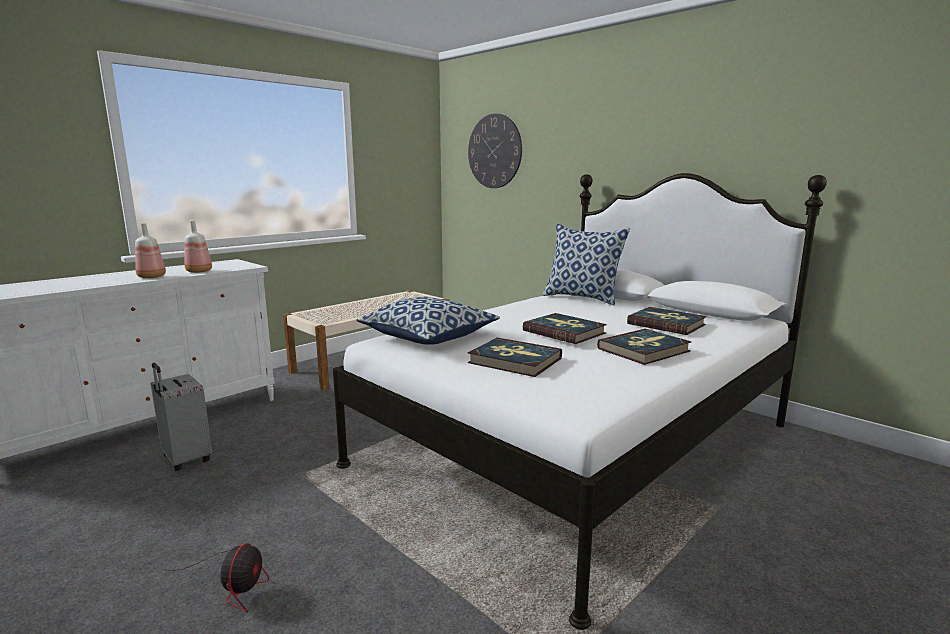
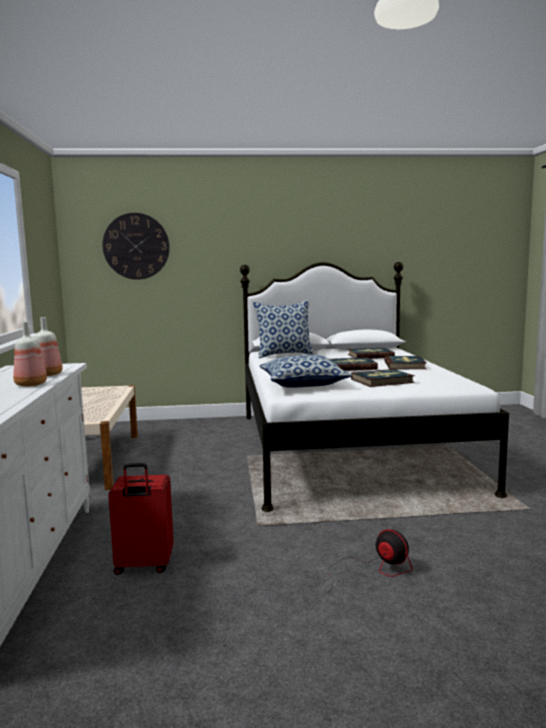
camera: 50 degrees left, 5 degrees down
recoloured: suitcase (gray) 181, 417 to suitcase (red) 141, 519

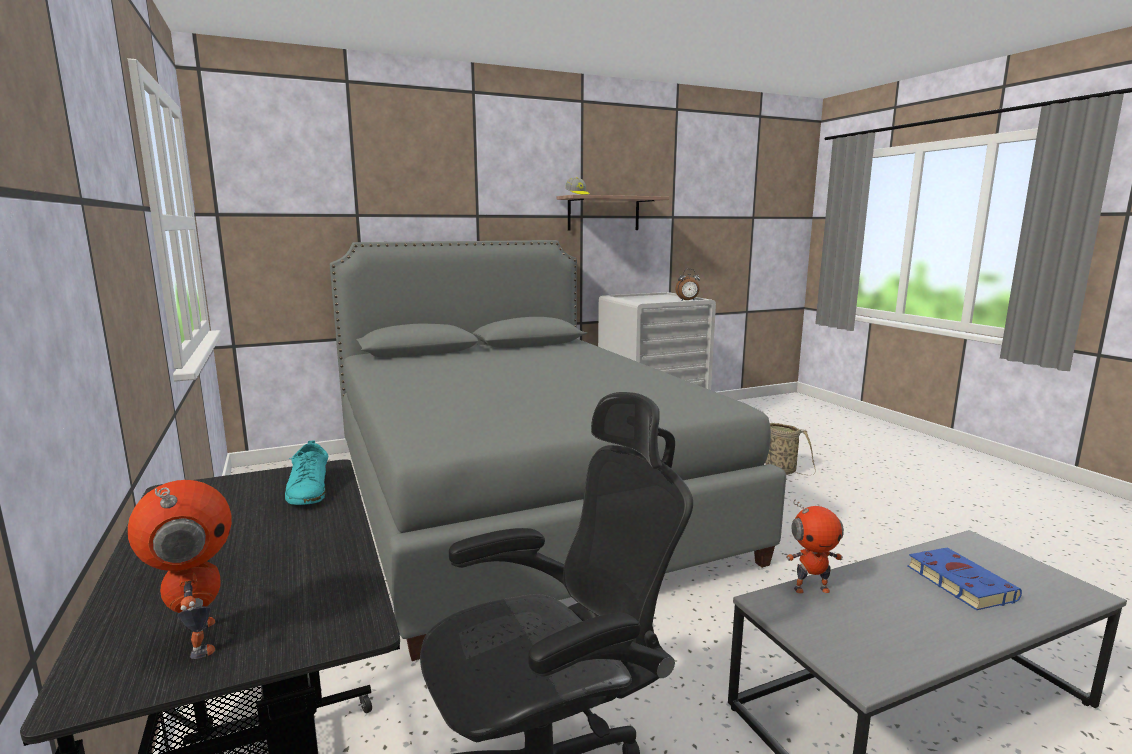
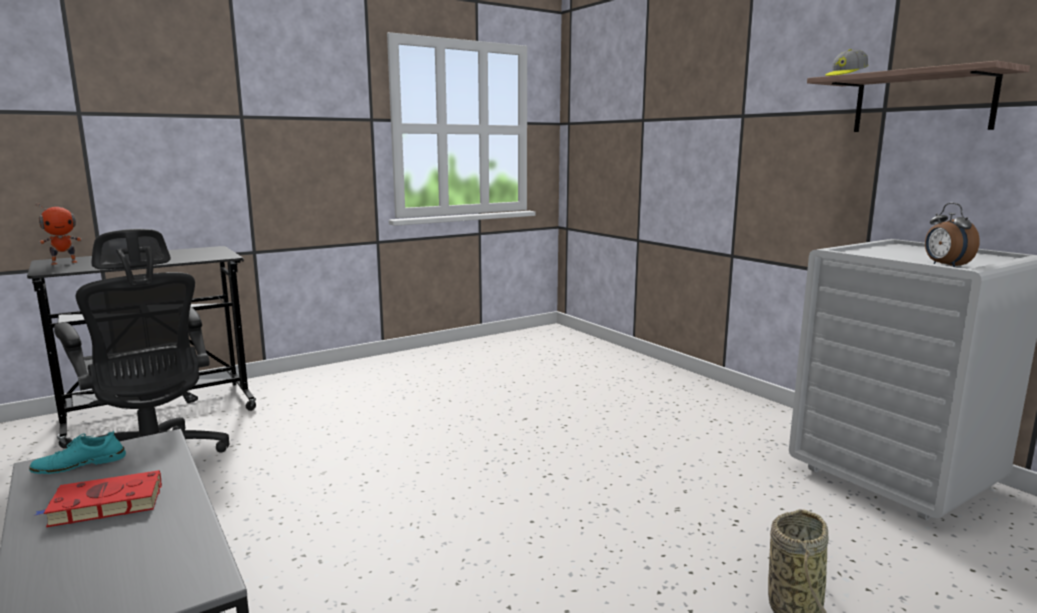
camera: 80 degrees right, 0 degrees up
removed: bedroom bed (gray) 558, 450; robot figure 815, 546; bound book (blue-coloured) 964, 579
added: bound book (red) 97, 498
moved: shoe (turquoise) 306, 472 to 77, 452

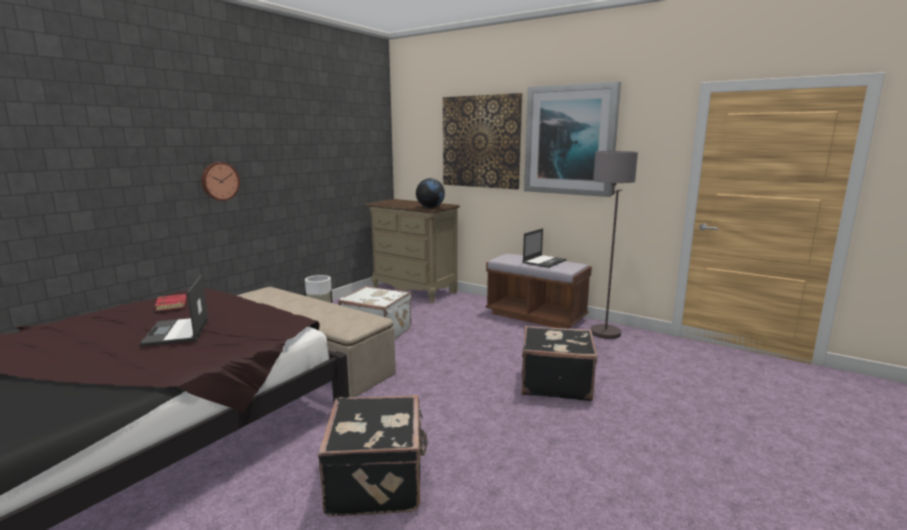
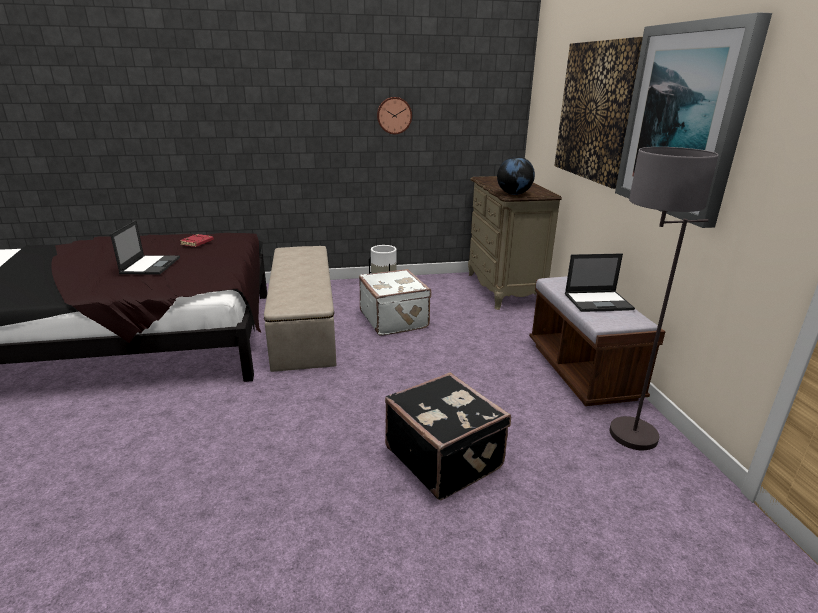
camera: 45 degrees right, 10 degrees up
removed: suitcase (blackish) 373, 455
moved: clock on the wall 220, 181 to 394, 115
turned: portable computer 174, 310 = 145, 247 150 degrees clockwise

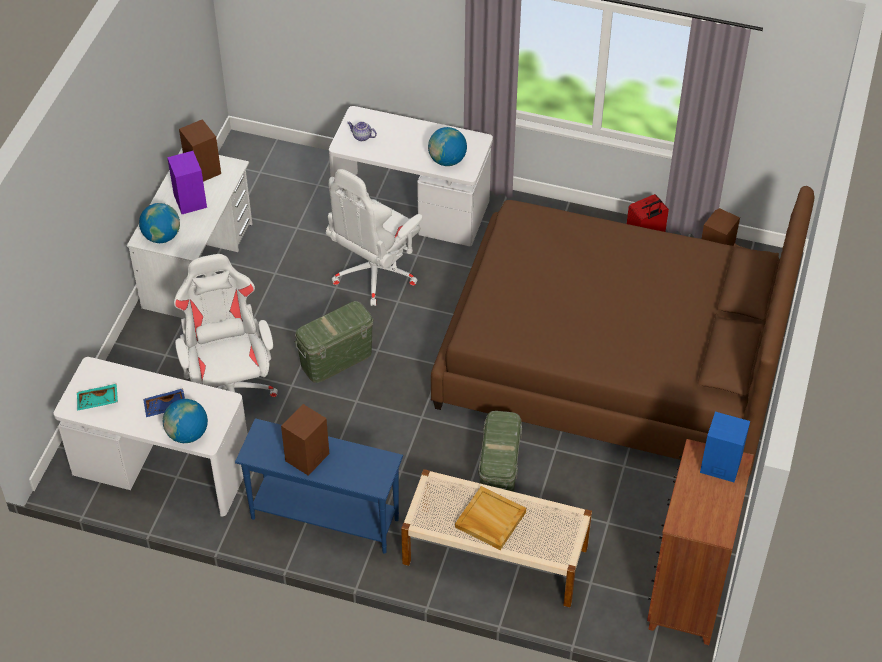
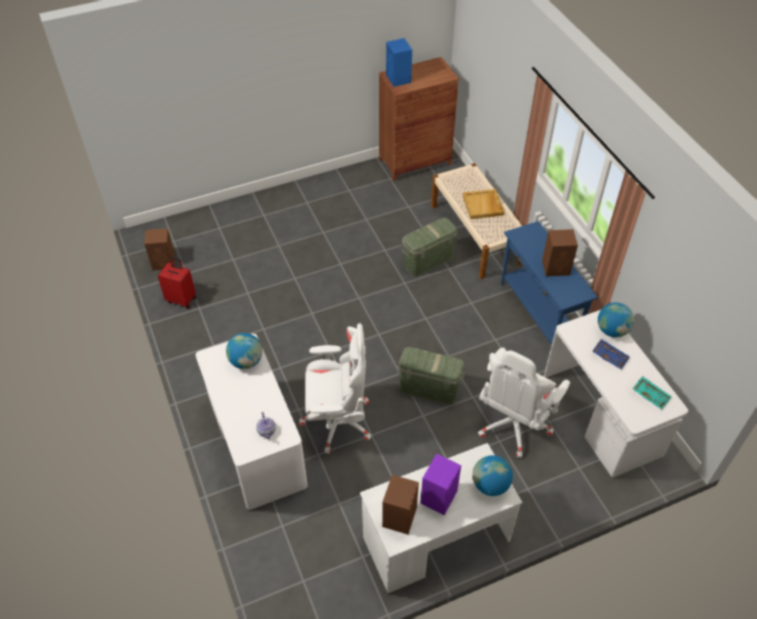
camera: 130 degrees left, 0 degrees up
removed: bedroom bed (brown-coloured) 623, 331

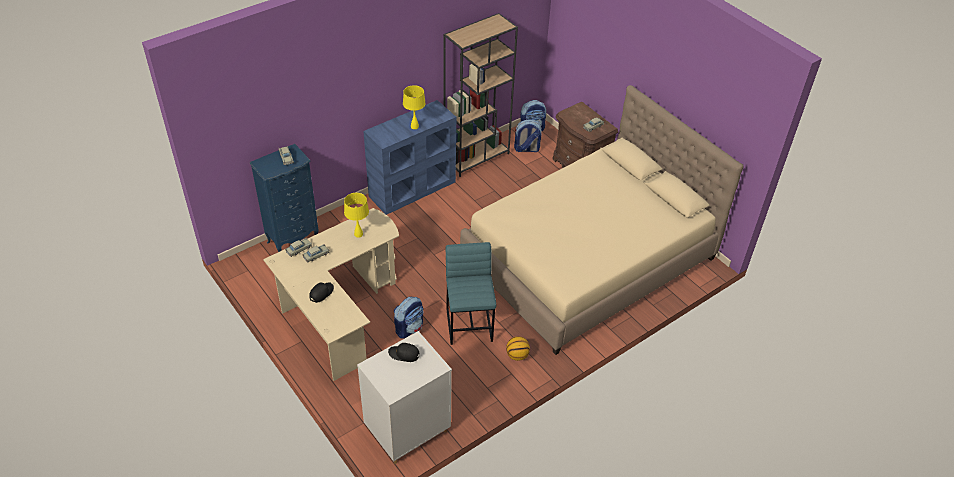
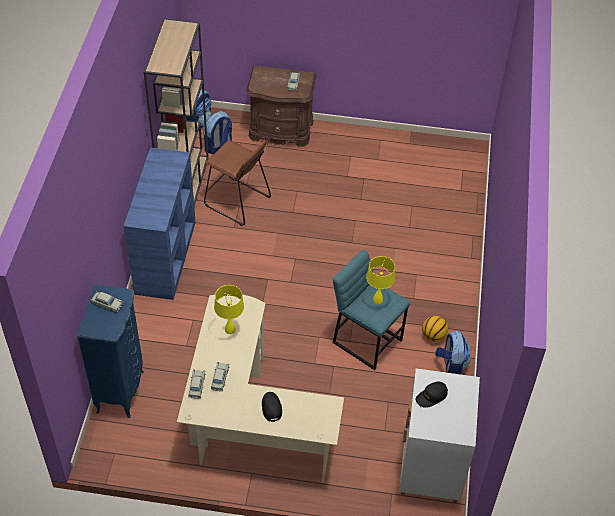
camera: 45 degrees left, 5 degrees up
removed: bedroom bed (beige-coloured) 602, 220
added: sitting stool (brown-coloured) 237, 183
moved: table lamp (yellow) 414, 107 to 380, 280; backpack 409, 318 to 453, 352

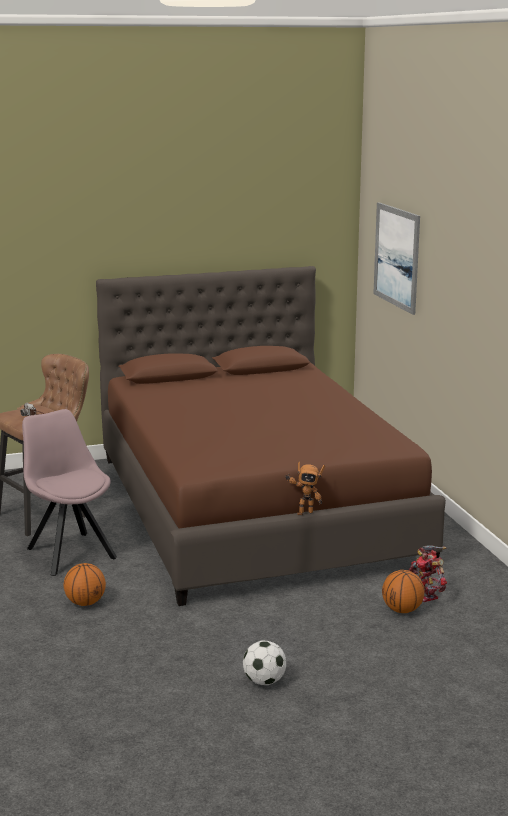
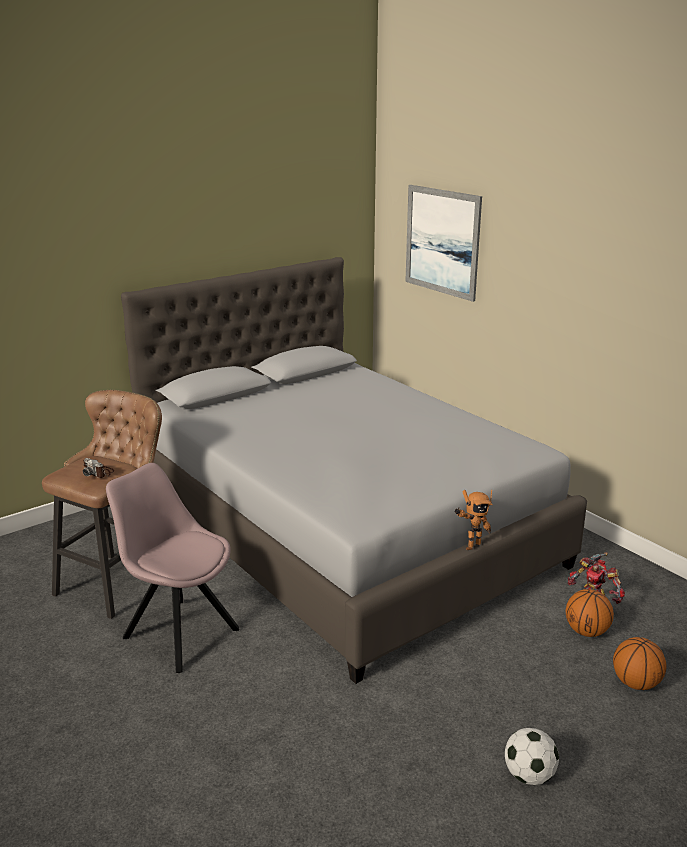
camera: 20 degrees left, 5 degrees up
moved: basketball ball 85, 584 to 640, 663
recoloured: bedroom bed (brown-coloured) 271, 436 to bedroom bed (gray) 354, 470

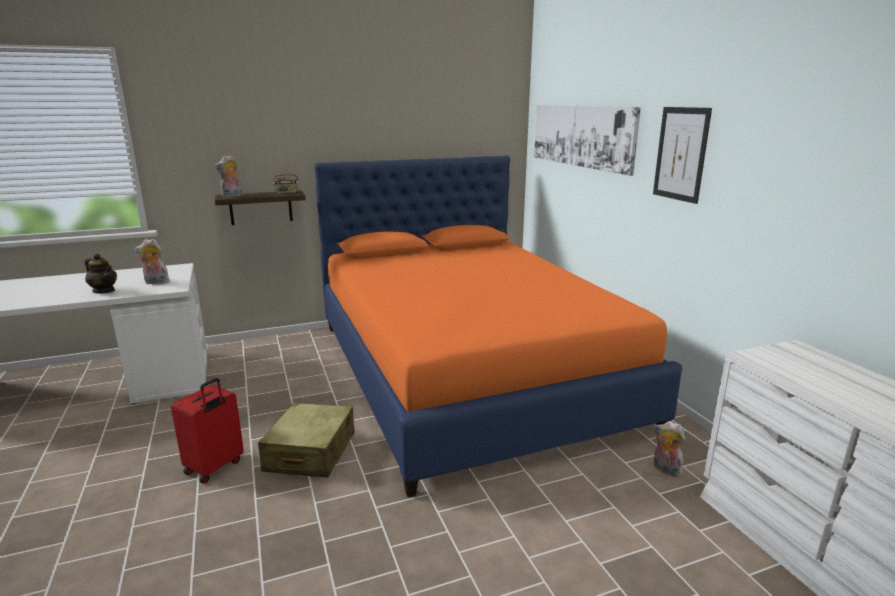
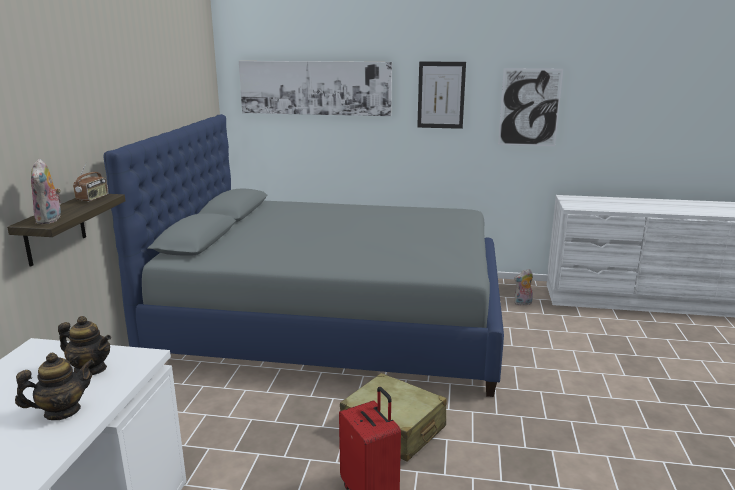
camera: 60 degrees left, 0 degrees up
added: picture 530, 107
replaced: cuddly toy 152, 261 to tea pot 84, 345
recoloured: bedroom bed (orangey) 498, 326 to bedroom bed (gray) 303, 255

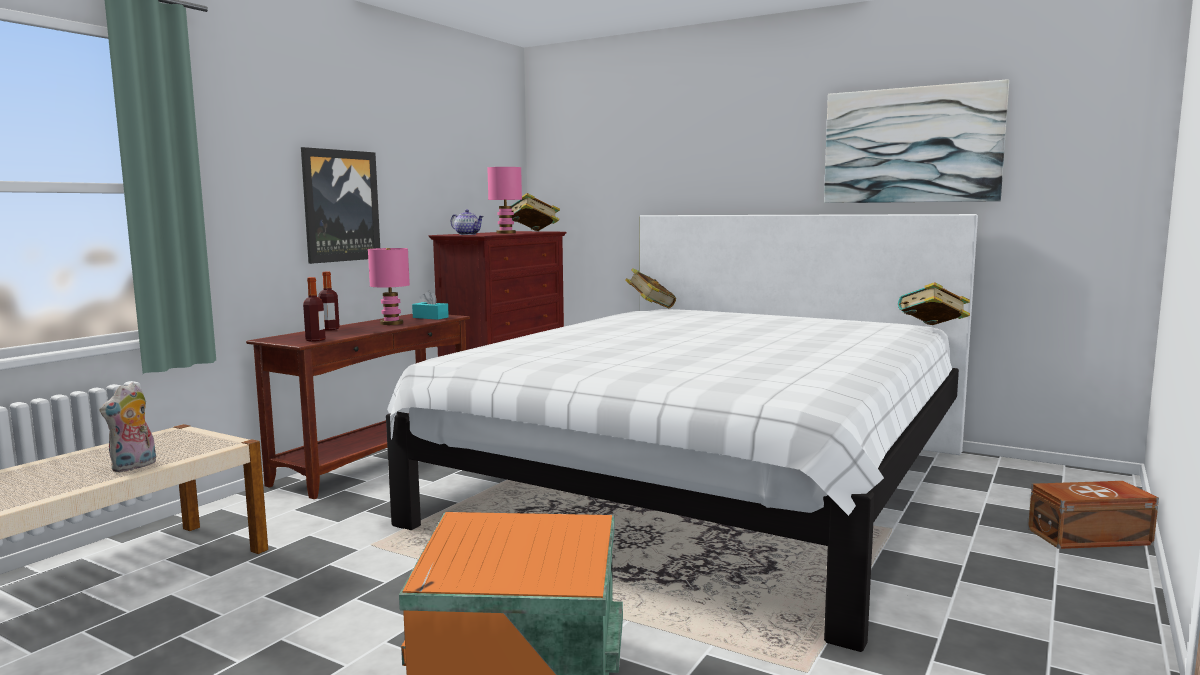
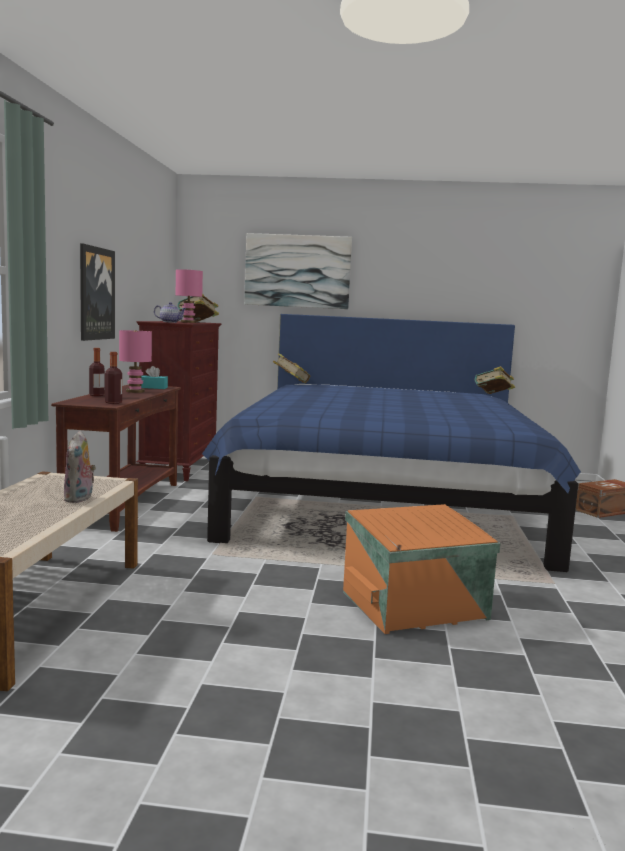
camera: 25 degrees left, 0 degrees up
moved: picture 916, 141 to 298, 271
recoloured: bedroom bed (white-coloured) 682, 433 to bedroom bed (blue-coloured) 391, 443

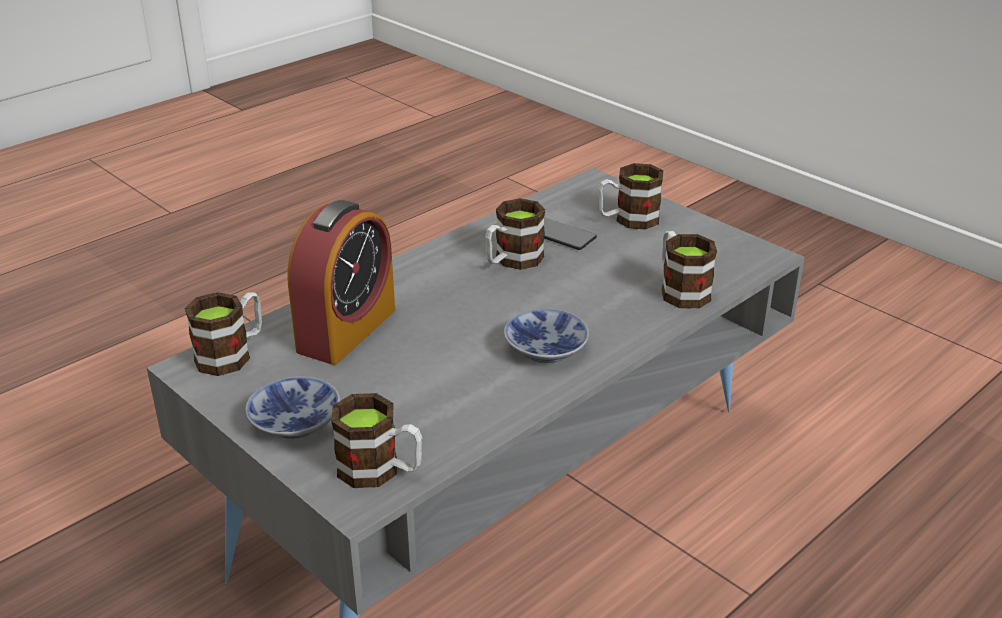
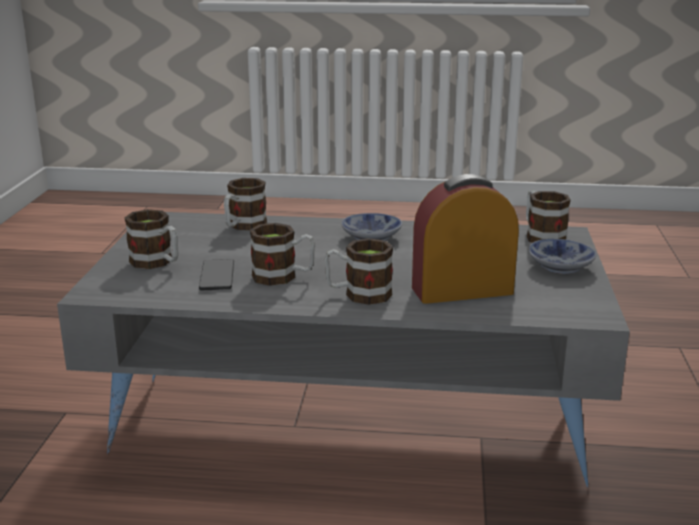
camera: 130 degrees left, 10 degrees down
moved: tea mug 223, 334 to 359, 271

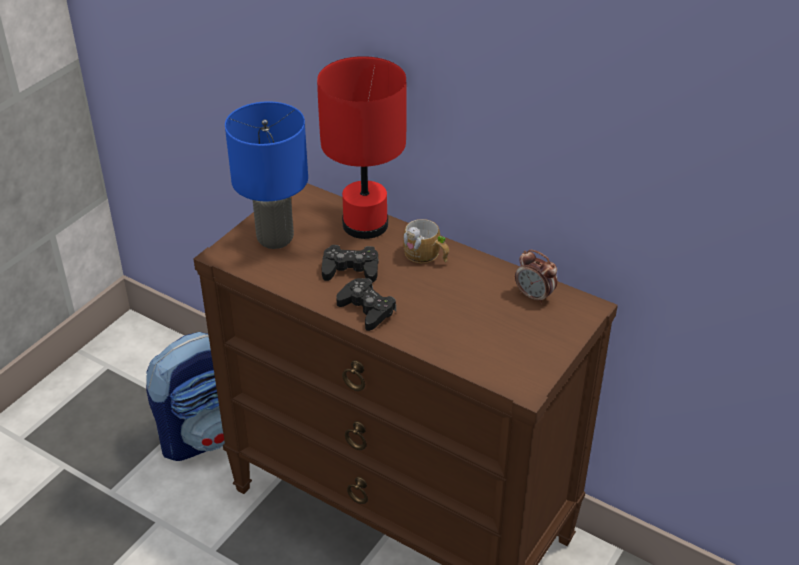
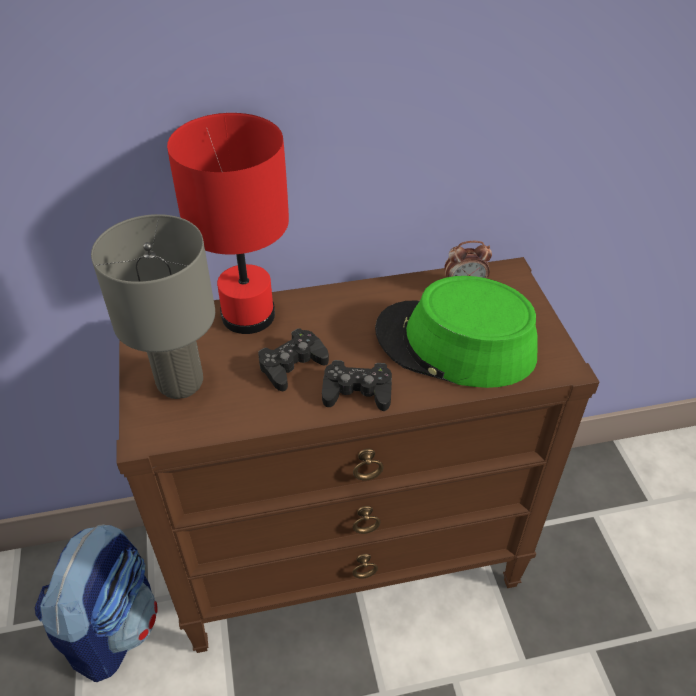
camera: 45 degrees left, 5 degrees up
removed: tea mug 426, 241
added: hat (green-coloured) 456, 332
recoloured: table lamp (blue-coloured) 266, 175 to table lamp (gray) 153, 306

